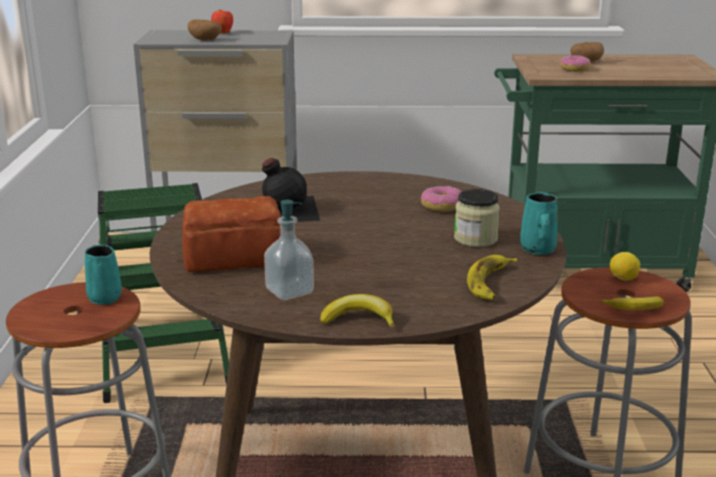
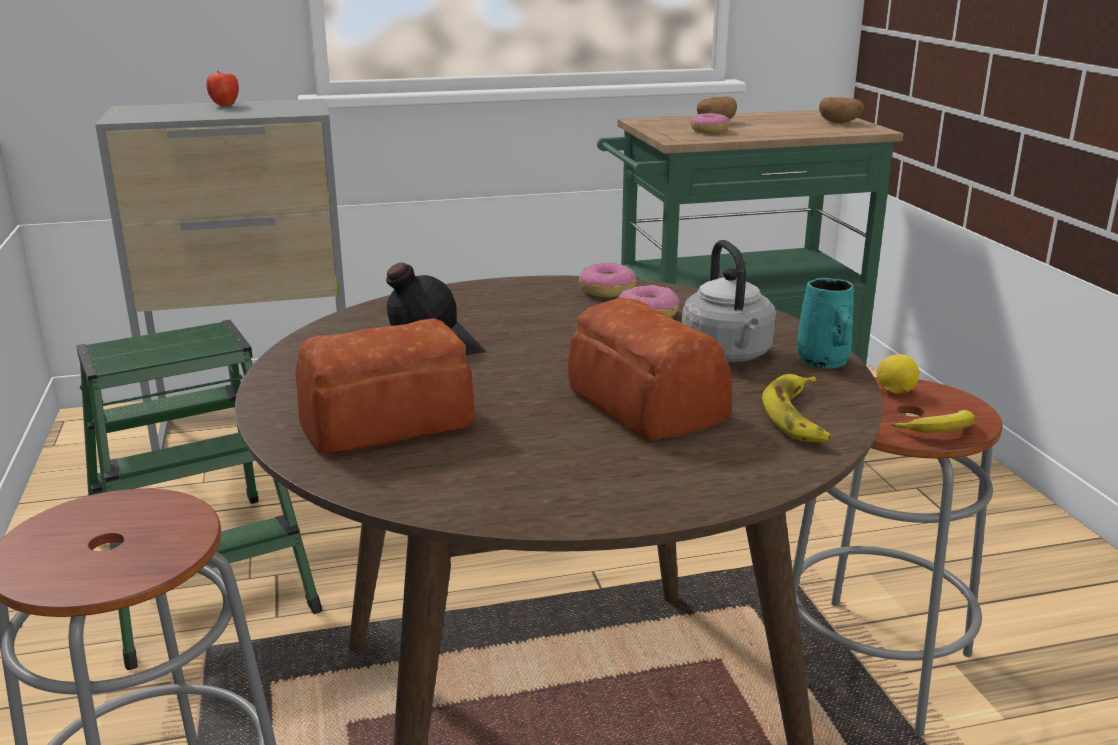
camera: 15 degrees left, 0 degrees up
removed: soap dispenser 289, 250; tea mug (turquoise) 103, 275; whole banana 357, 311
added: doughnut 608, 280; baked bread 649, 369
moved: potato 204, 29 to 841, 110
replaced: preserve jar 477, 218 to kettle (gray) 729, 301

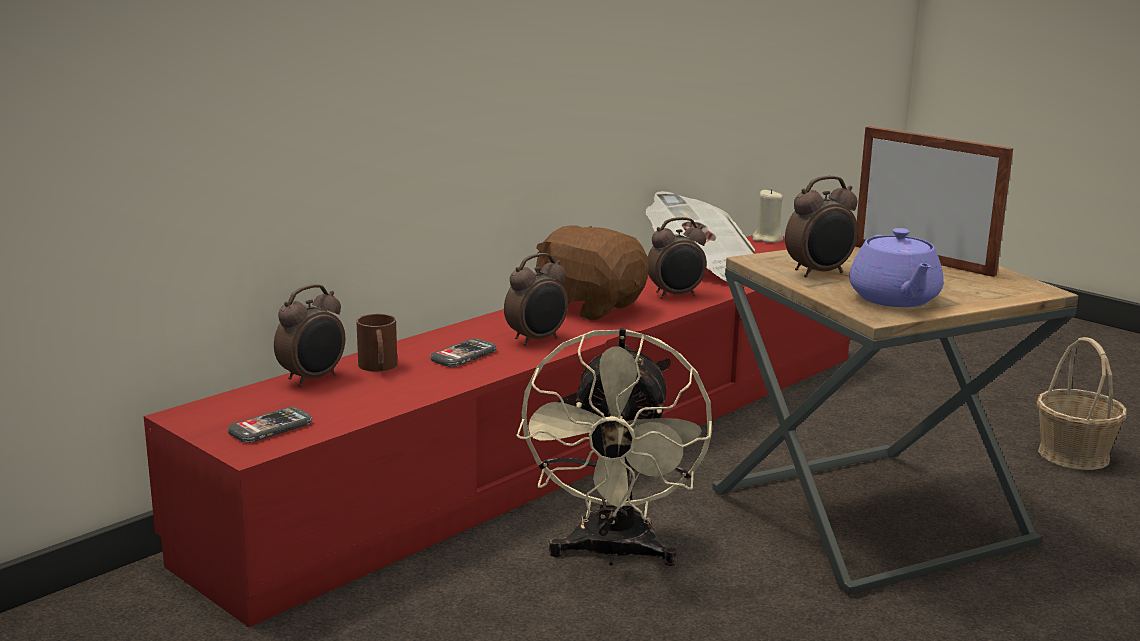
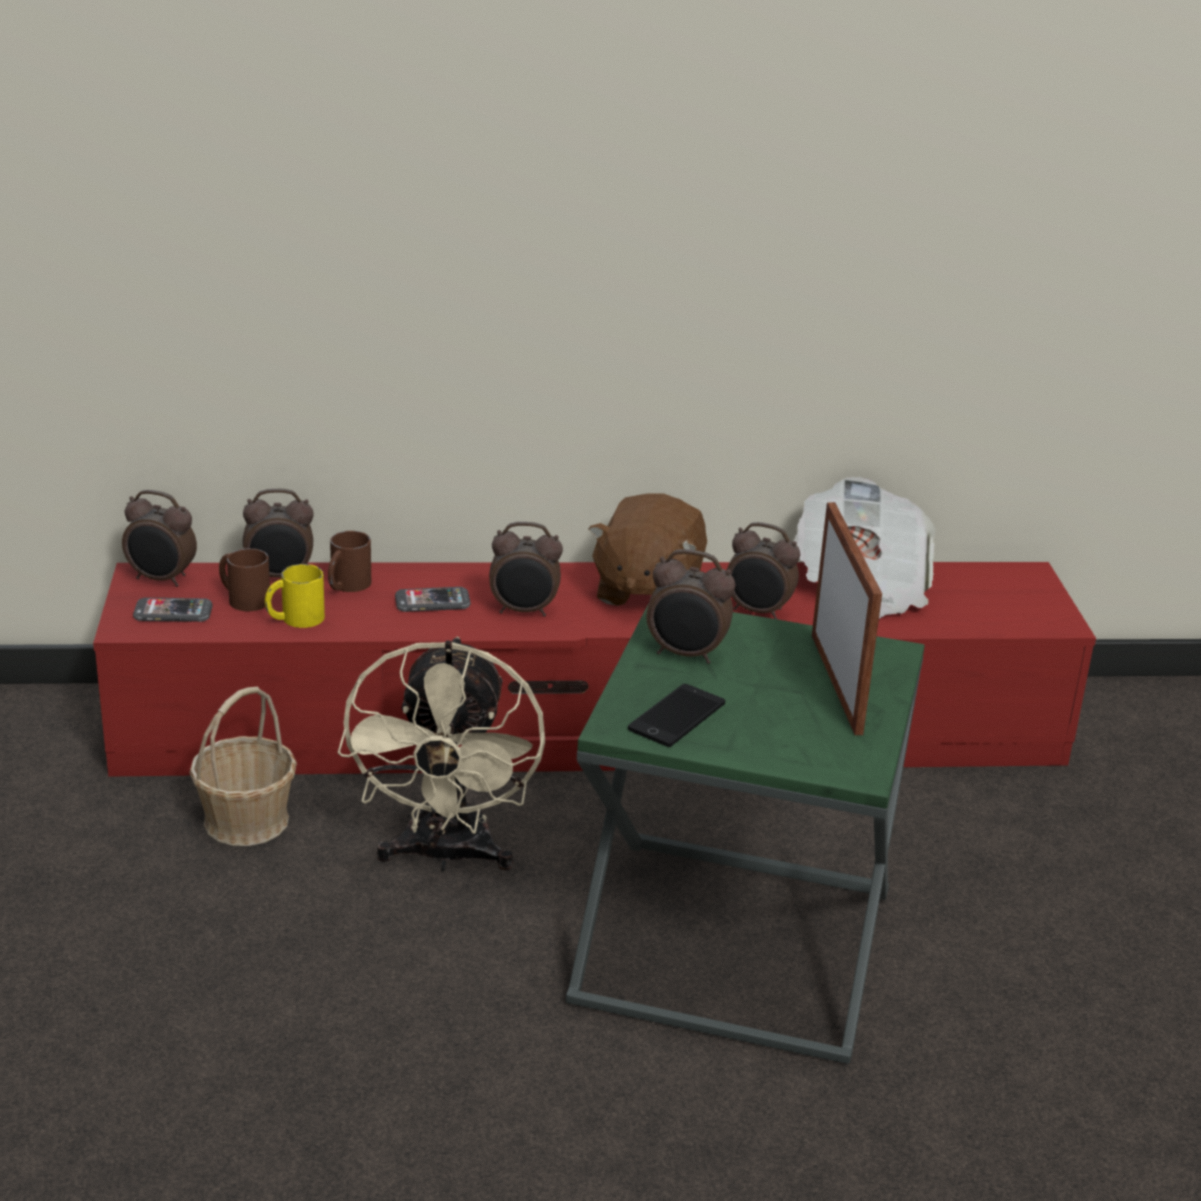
camera: 40 degrees right, 10 degrees up
removed: candle (beige-coloured) 767, 216
added: table clock 159, 538; tea mug (brown-coloured) 244, 579; tea mug (yellow) 295, 596
moved: basket 1082, 403 to 243, 766
replaced: tea pot (purple) 896, 267 to phone 676, 715
recoloured: side table (brown-coloured) 895, 421 to side table (green-coloured) 745, 833
turned: cuddly toy (brown-coloured) 592, 272 = 647, 549 150 degrees counterclockwise; electric fan (beige-coloured) 614, 447 = 441, 754 45 degrees counterclockwise

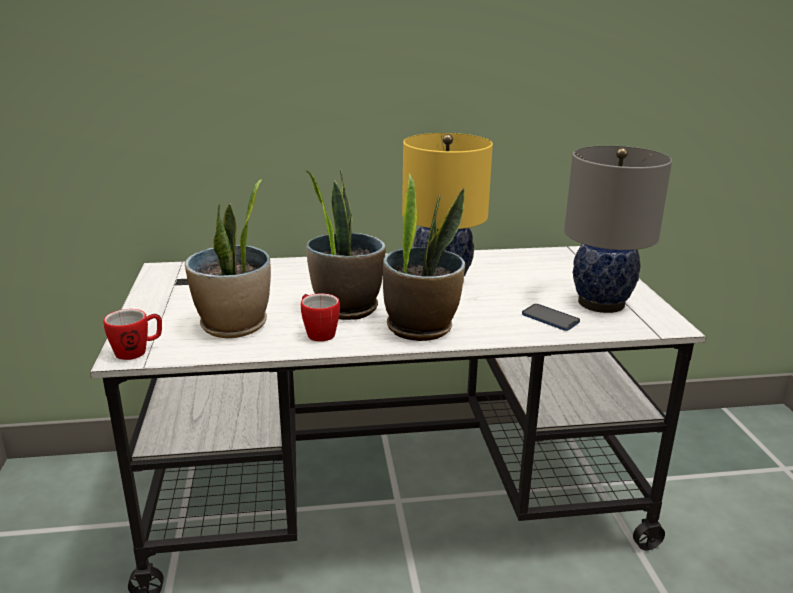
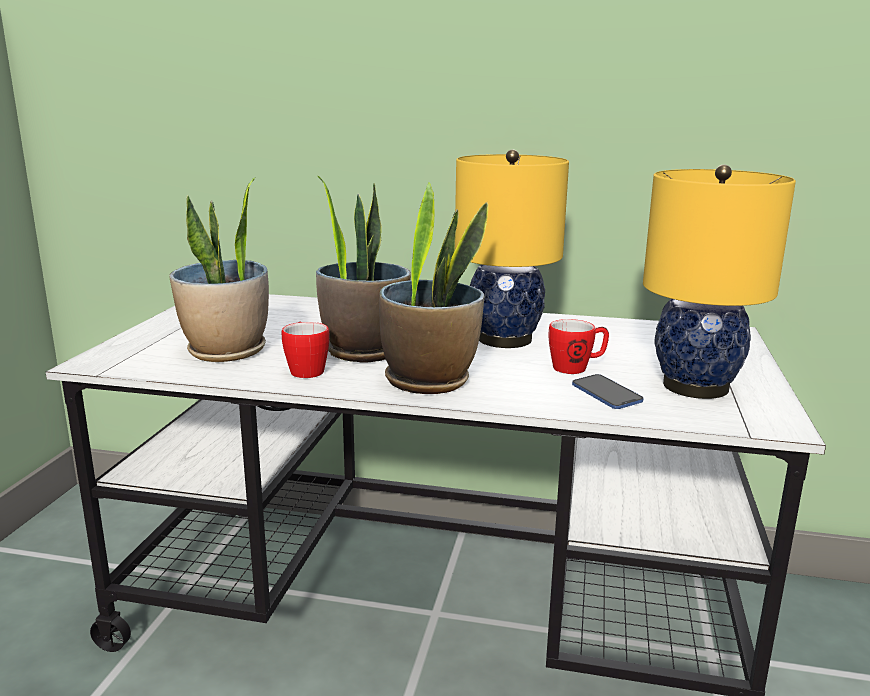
camera: 20 degrees right, 5 degrees down
moved: tea mug 132, 334 to 578, 346
recoloured: table lamp (gray) 618, 229 to table lamp (yellow) 719, 282

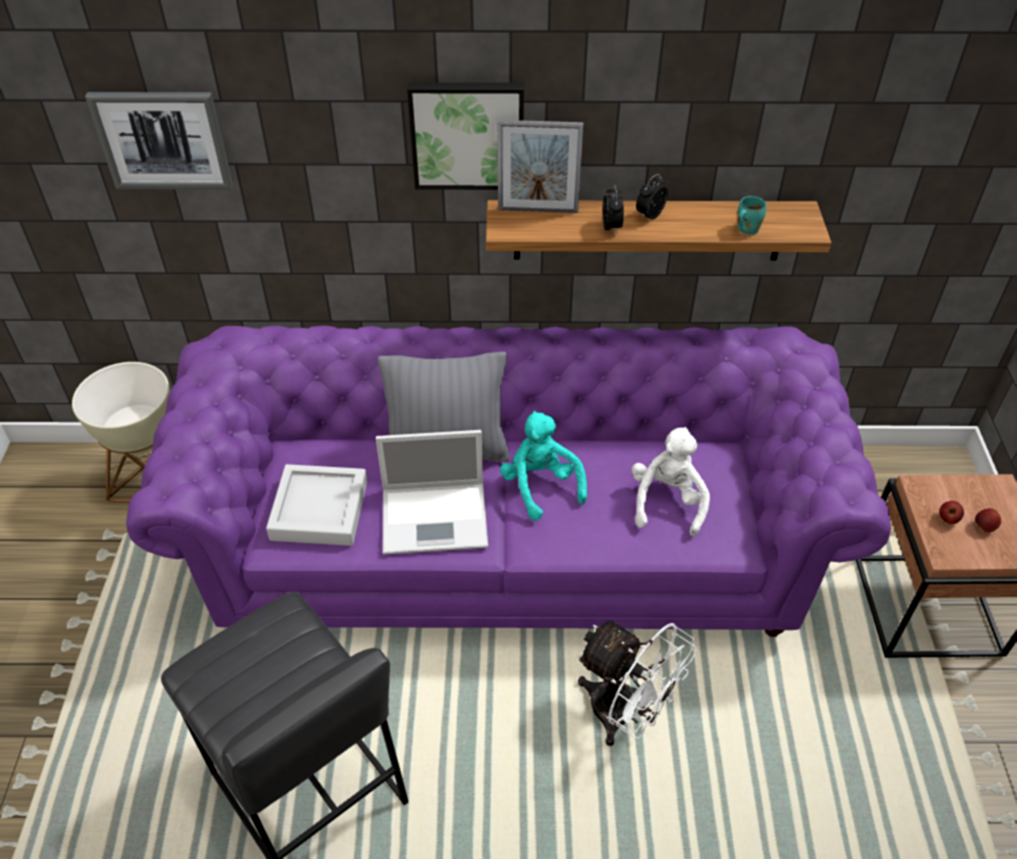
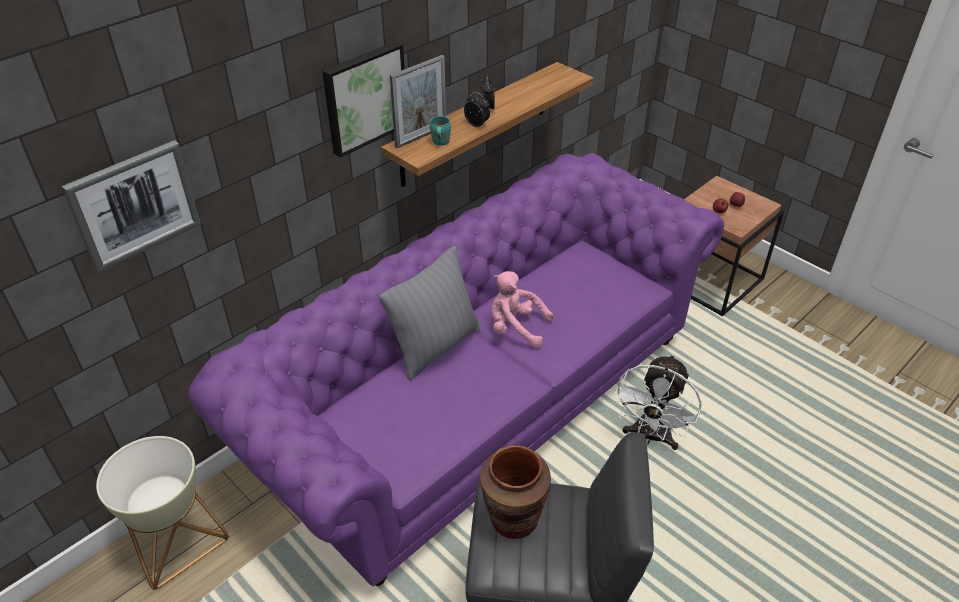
camera: 45 degrees left, 5 degrees down
removed: cuddly toy (white-coloured) 671, 482; portable computer 432, 492; carrying tray (gray) 316, 505
added: decorative vase (brown-coloured) 515, 492
moved: tea mug (turquoise) 751, 215 to 440, 131
recoloured: cuddly toy (turquoise) 543, 466 to cuddly toy (pinkish) 522, 309
turned: electric fan (white-coloured) 637, 683 = 657, 402 120 degrees clockwise

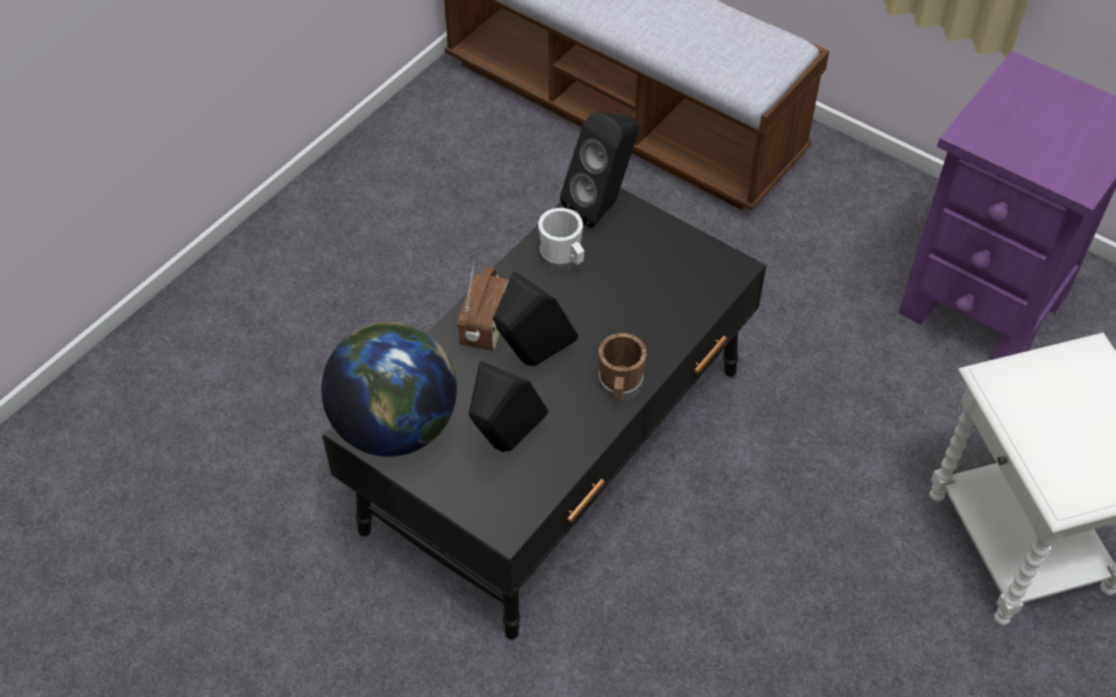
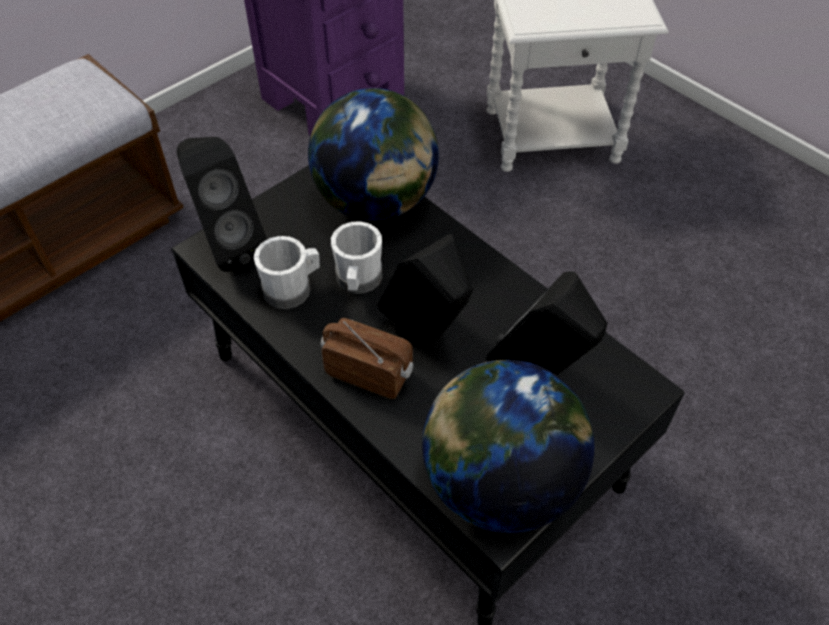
camera: 80 degrees left, 0 degrees up
removed: tea mug (brown-coloured) 622, 367
added: globe 373, 154; tea mug (white-coloured) 356, 257

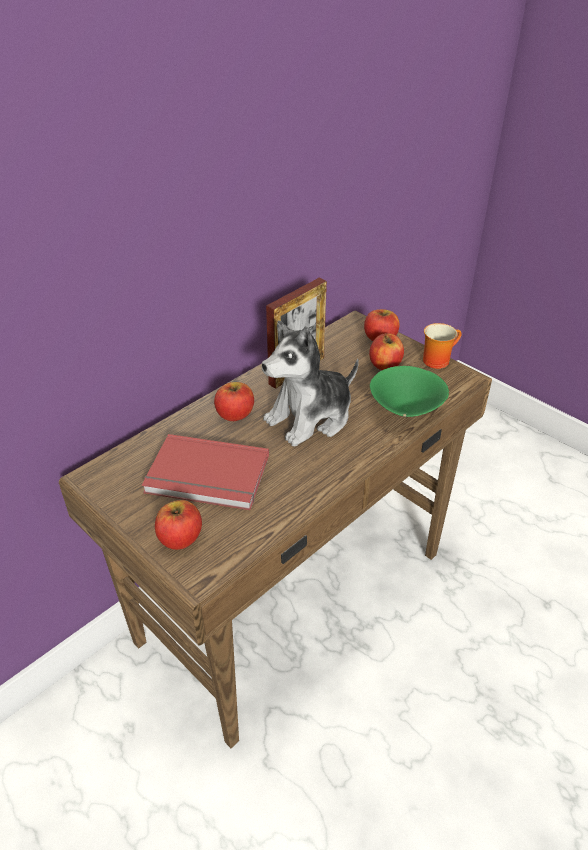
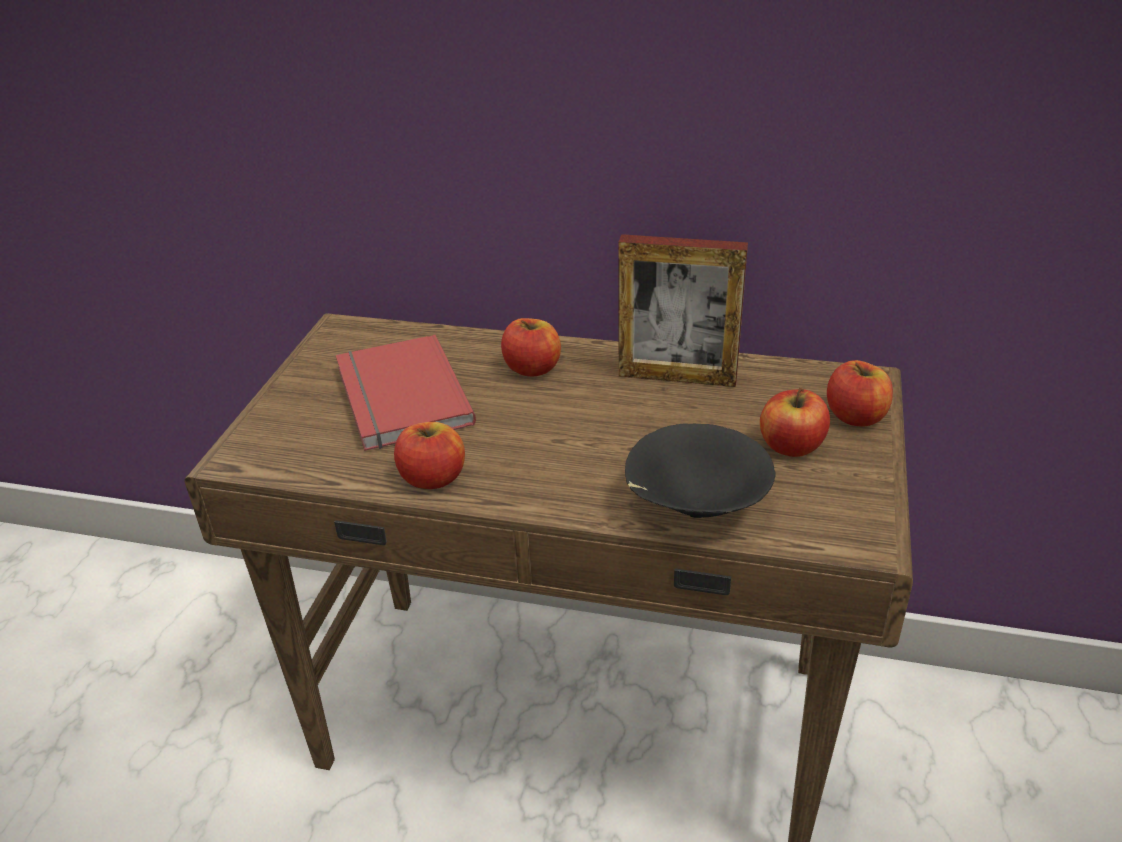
camera: 60 degrees right, 5 degrees down
removed: cuddly toy 310, 384; tea mug 442, 346
moved: whole apple 178, 525 to 429, 455
recoloured: deep dish (green-coloured) 409, 391 to deep dish (blackish) 700, 470

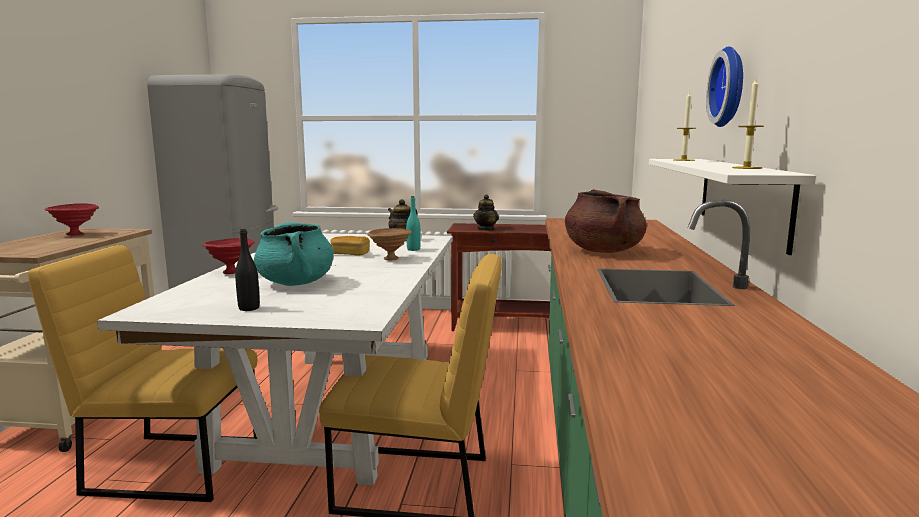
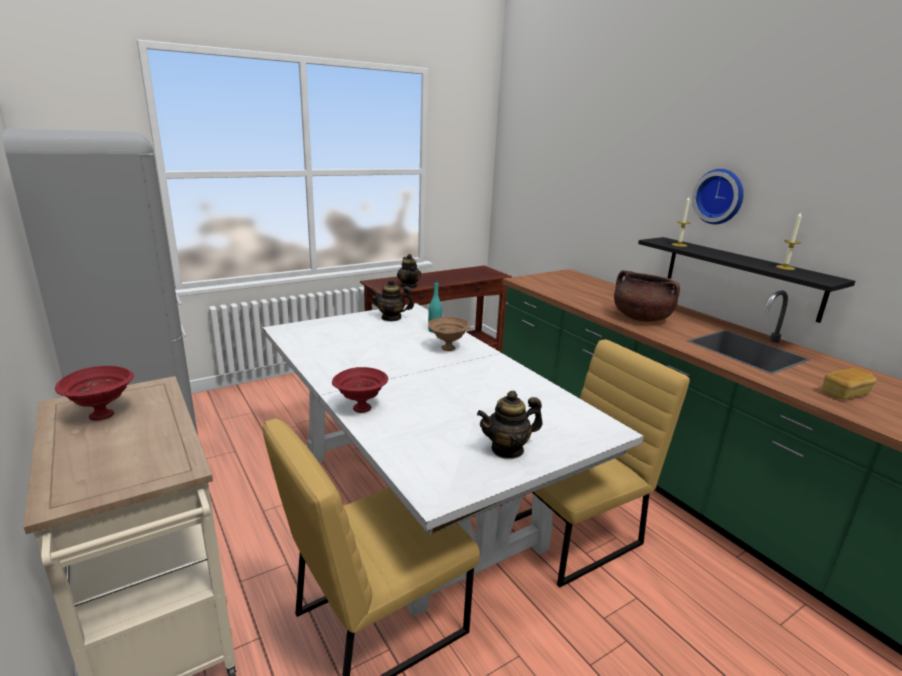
camera: 40 degrees left, 10 degrees up
removed: saucepot (turquoise) 294, 254
moved: baked bread 350, 246 to 849, 384
replaced: drink bottle (blackish) 247, 269 to tea pot 510, 425
recoloured: wall shelf (white-coloured) 732, 207 to wall shelf (blackish) 746, 280

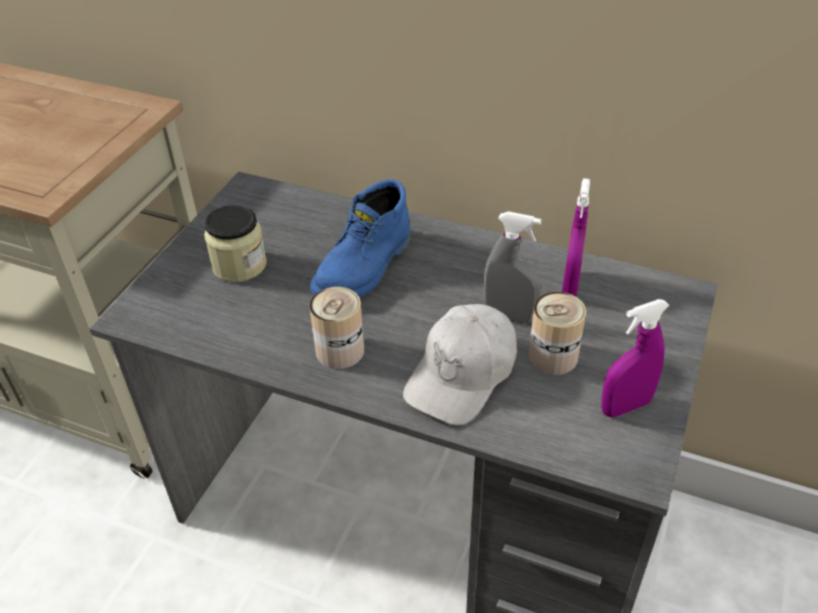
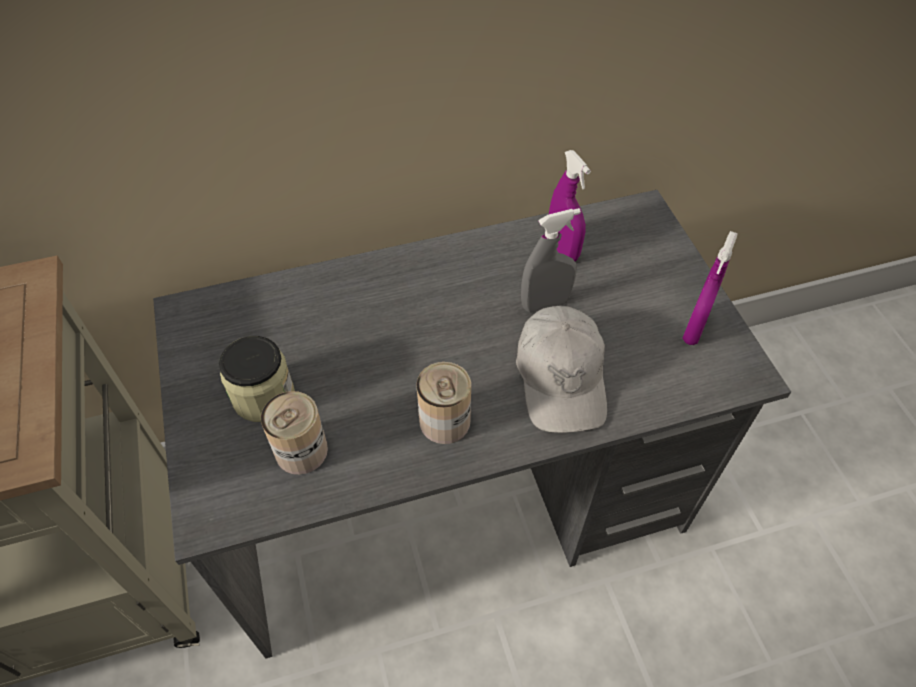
camera: 40 degrees left, 10 degrees up
removed: high-top boot (blue-coloured) 360, 238
moved: can 557, 333 to 294, 433

